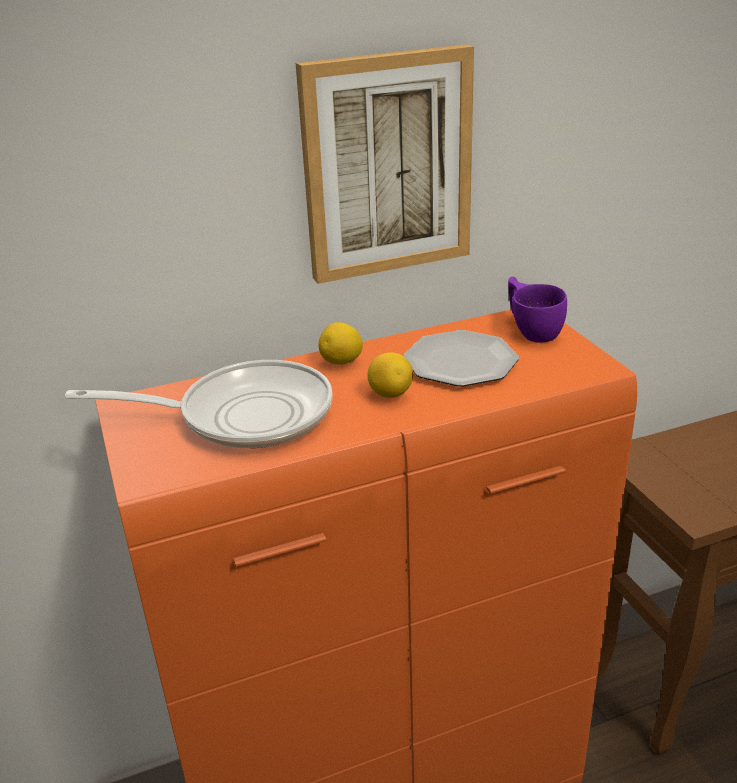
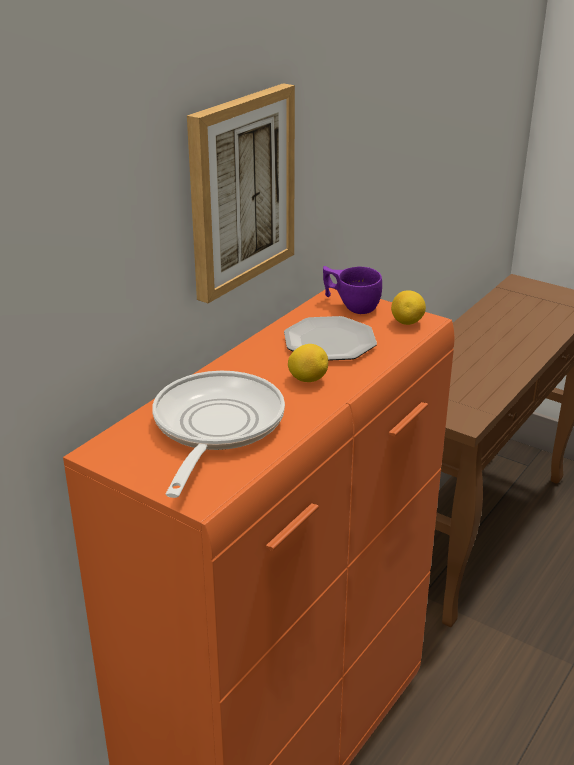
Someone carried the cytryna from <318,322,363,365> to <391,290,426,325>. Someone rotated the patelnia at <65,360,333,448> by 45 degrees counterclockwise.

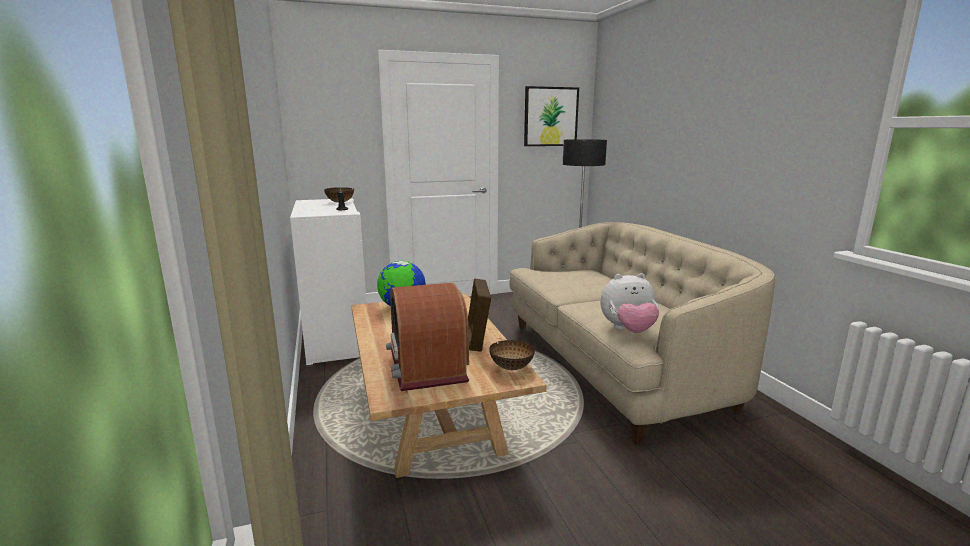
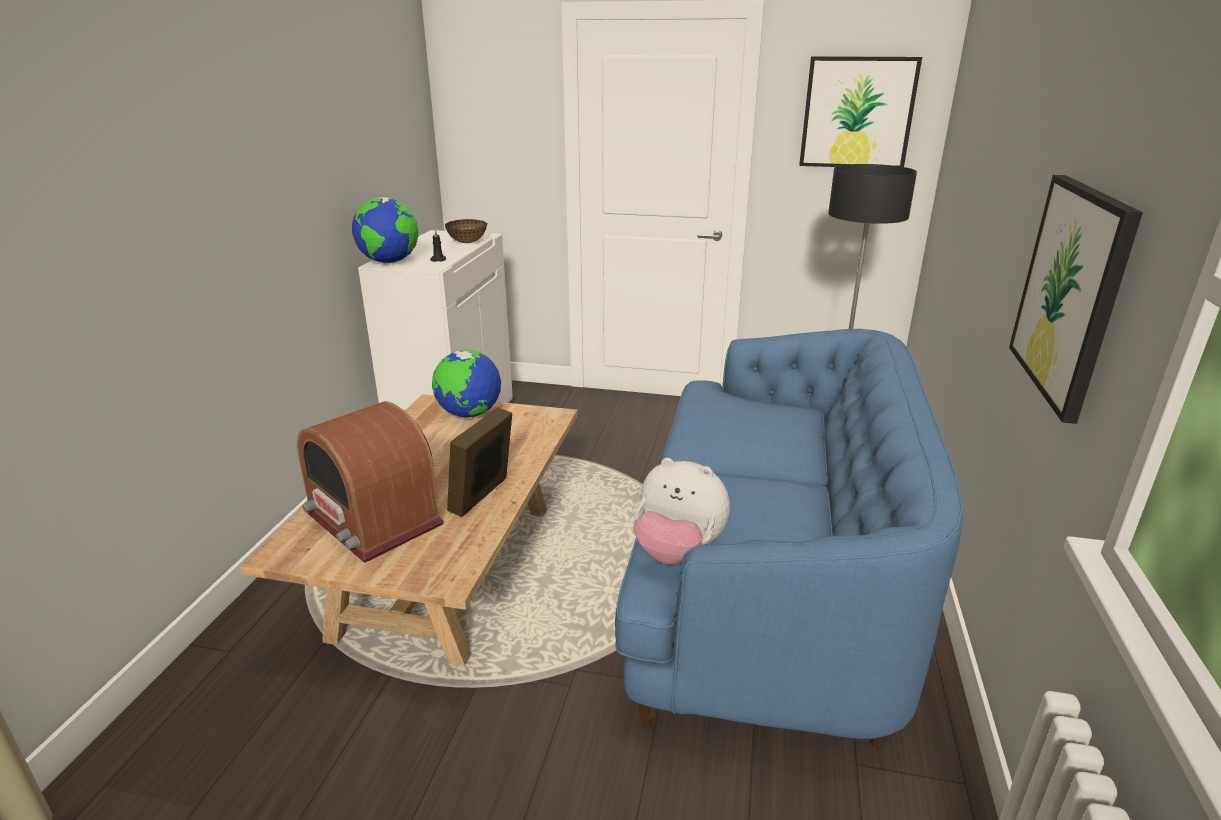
Someone took away the miska at <489,340,535,370>. Someone put down the globus at <352,197,418,263>. Someone put up the obraz at <1009,175,1143,424>. Someone repainted the kanapa (beżowy) at <510,222,775,445>, which became the kanapa (niebieski) at <615,329,963,747>. Someone rotated the radio at <386,283,469,391> by 60 degrees counterclockwise.

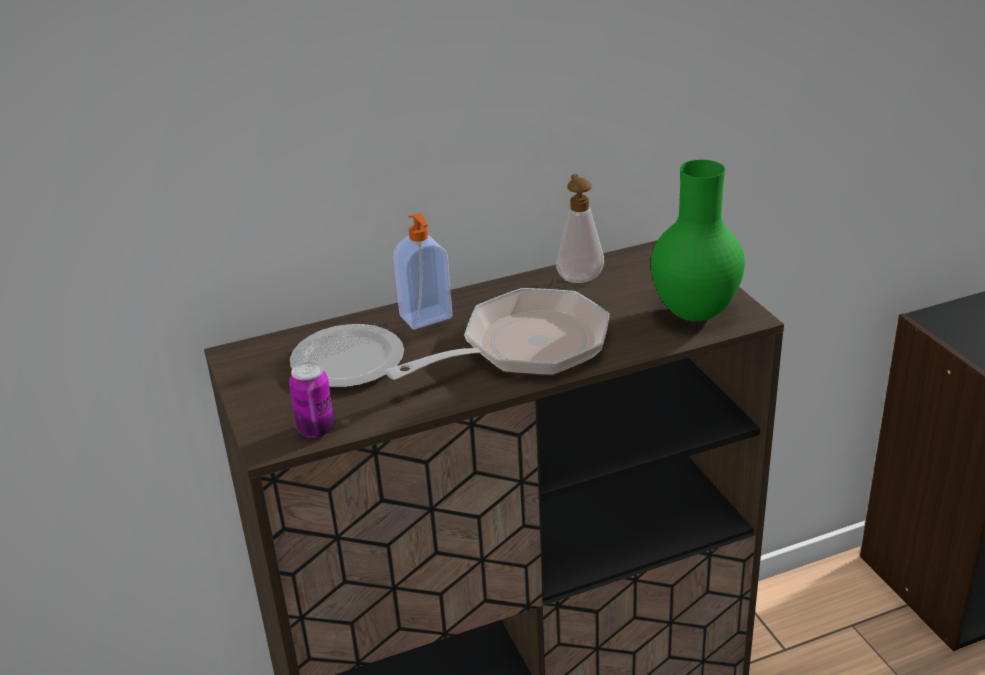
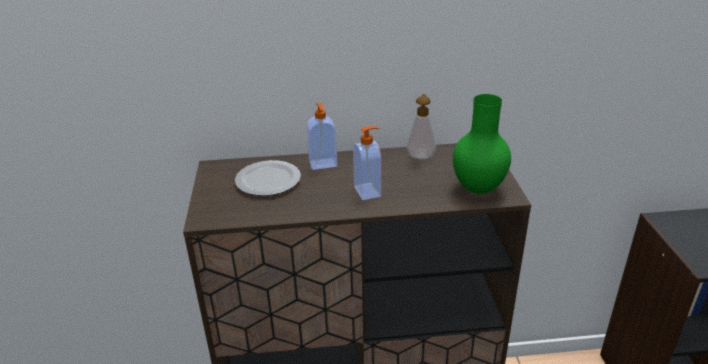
Someone took away the puszka at <289,362,334,438>. Someone swapped the patelnia at <385,288,610,380> for the dozownik mydła at <353,126,381,200>.

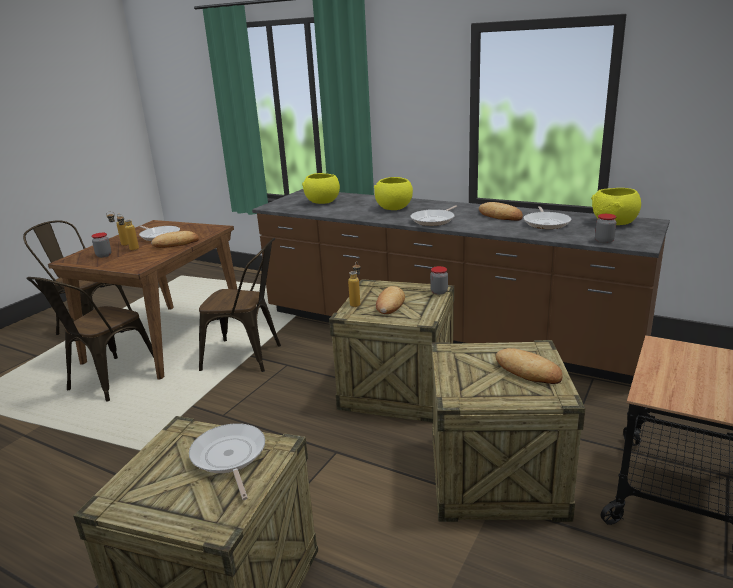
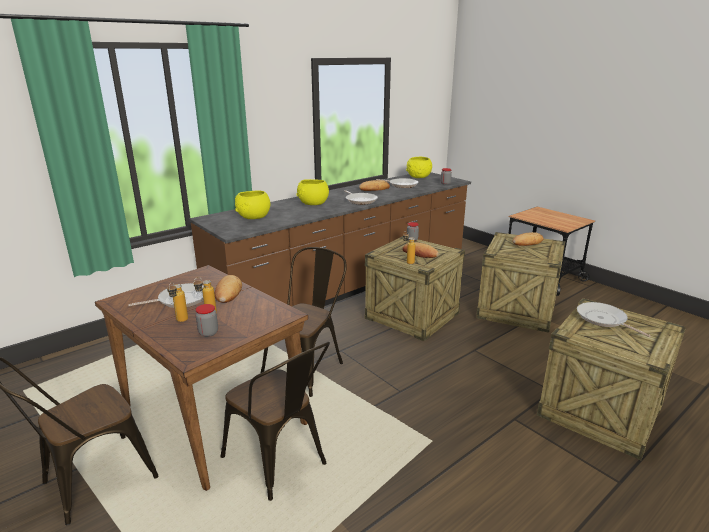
Someone rotated the patelnia at <189,423,265,500> by 60 degrees clockwise.

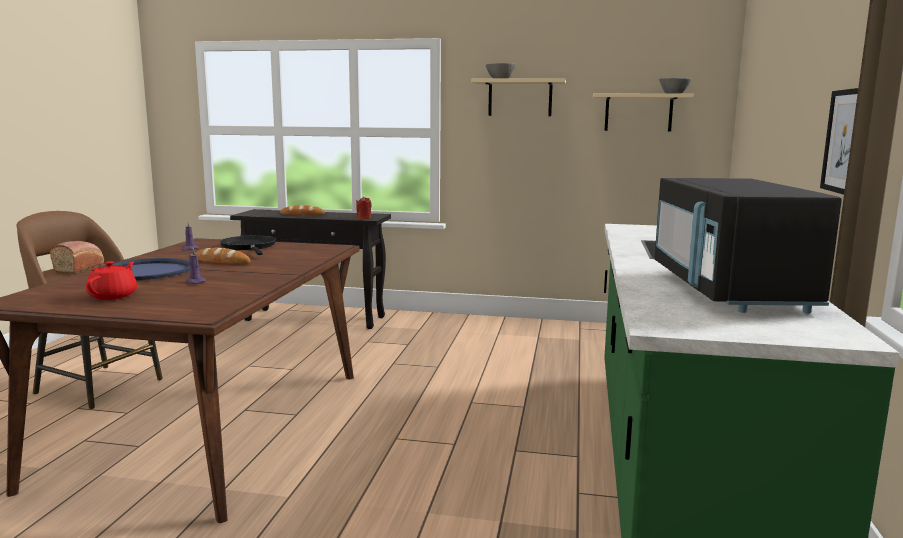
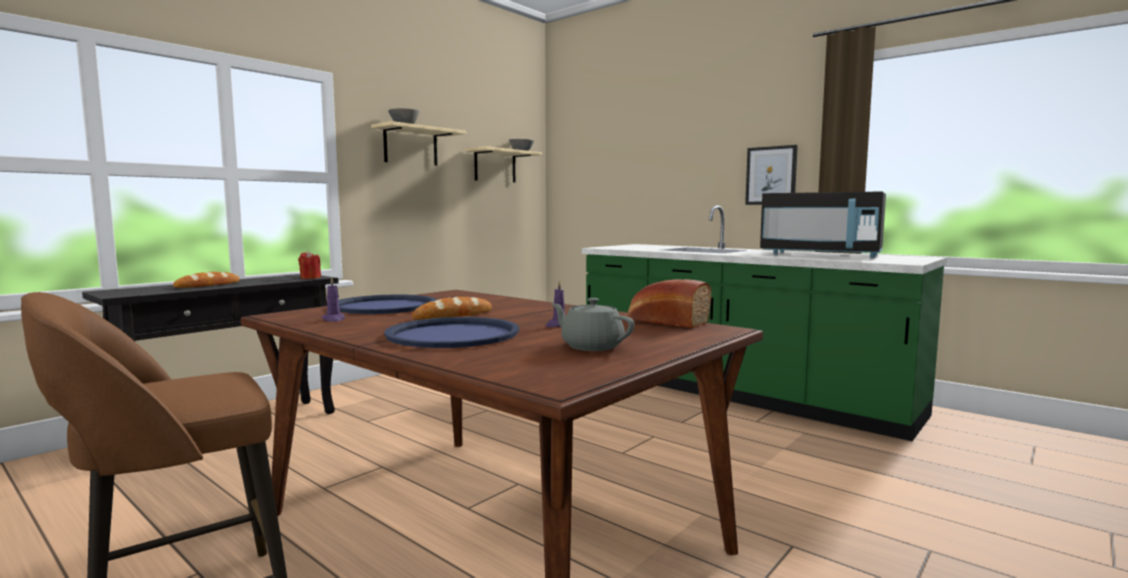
Someone carried the chleb from <50,241,104,273> to <628,279,712,328>. Someone swapped the patelnia (czarny) at <220,235,276,255> for the taca (niebieski) at <338,294,436,314>. Someone repainted the imbryk (czerwony) at <86,261,137,300>, which became the imbryk (szary) at <551,298,634,351>.

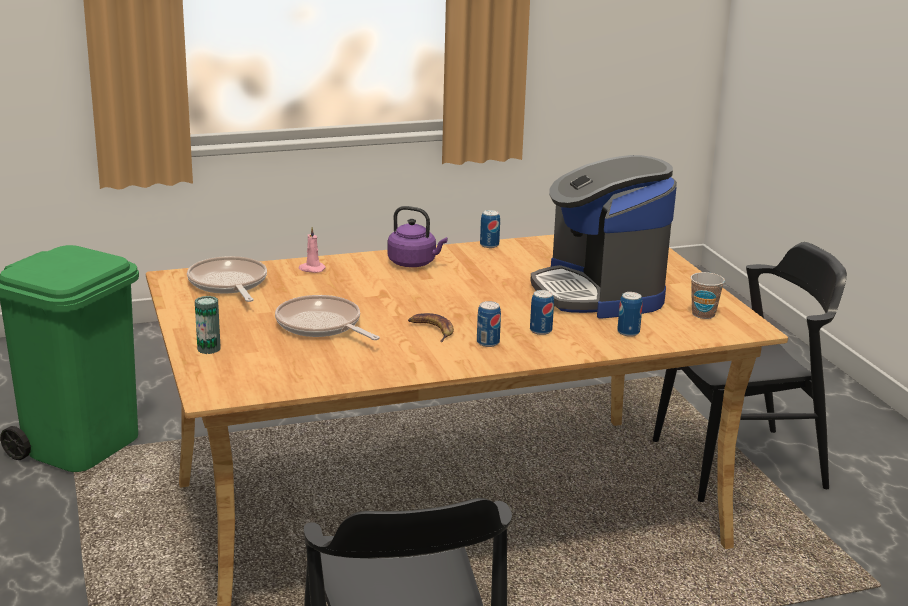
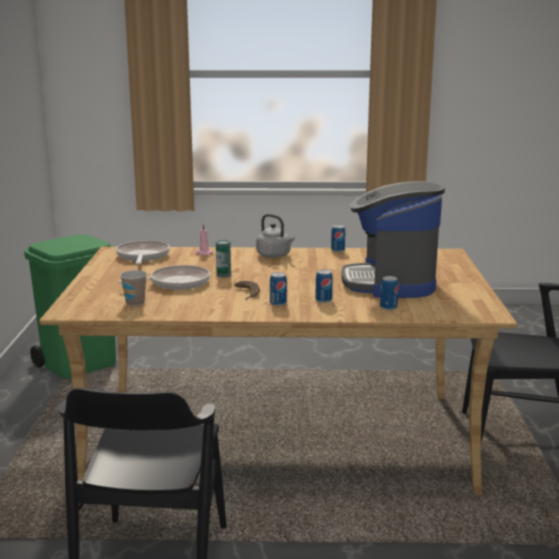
Someone carried the puszka from <195,296,221,354> to <216,240,231,277>. Someone carried the filiżanka from <691,272,725,319> to <120,270,147,306>. Someone repainted the czajnik (fioletowy) at <387,206,448,267>, which became the czajnik (szary) at <256,214,295,258>. Someone rotated the patelnia at <275,295,380,340> by 90 degrees clockwise.

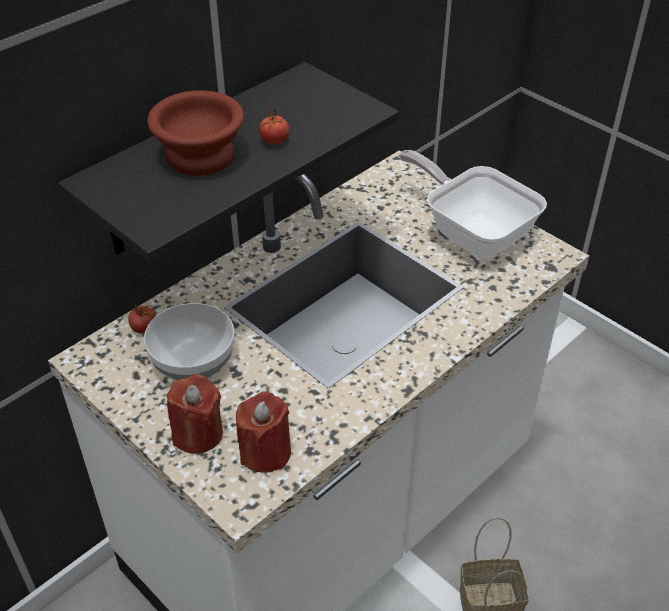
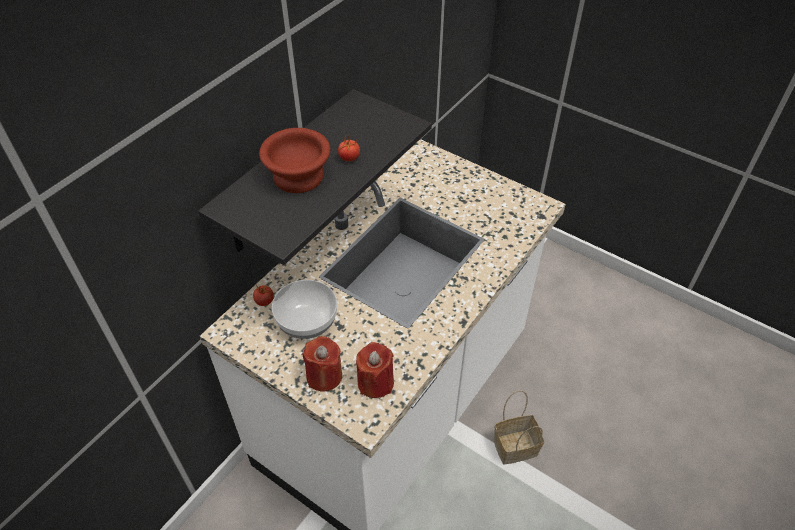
Someone took away the patelnia at <399,150,547,258>.

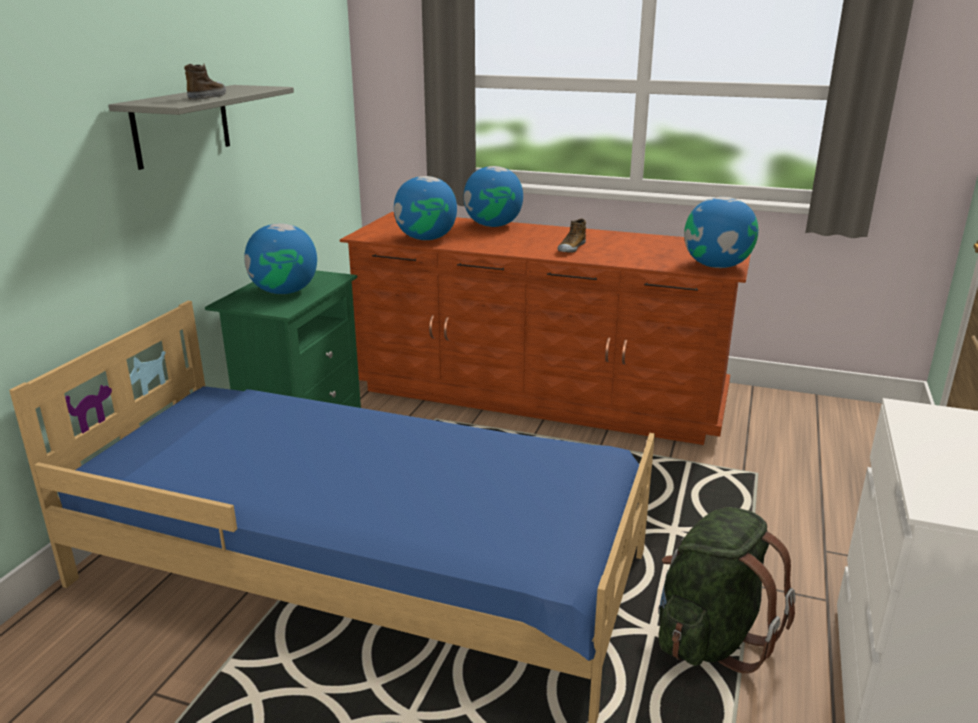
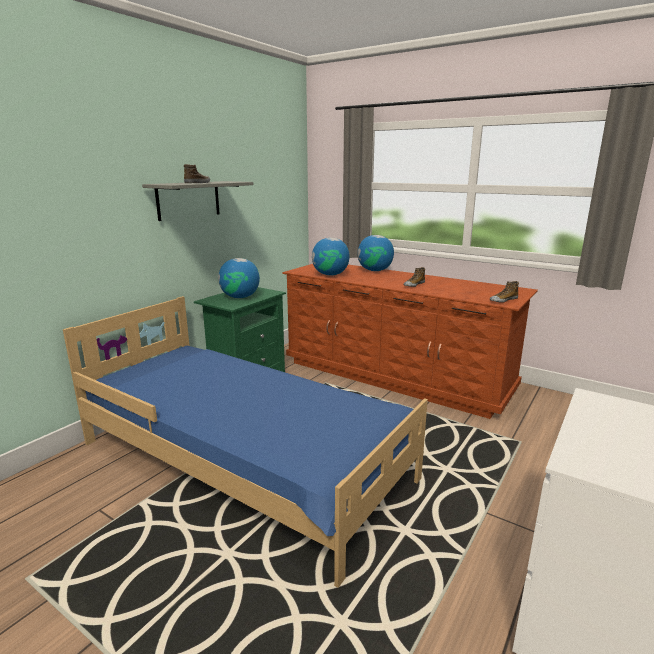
Someone took away the plecak (zielony) at <658,507,796,673>. Someone swapped the globus at <684,197,758,268> for the but at <490,281,519,303>.

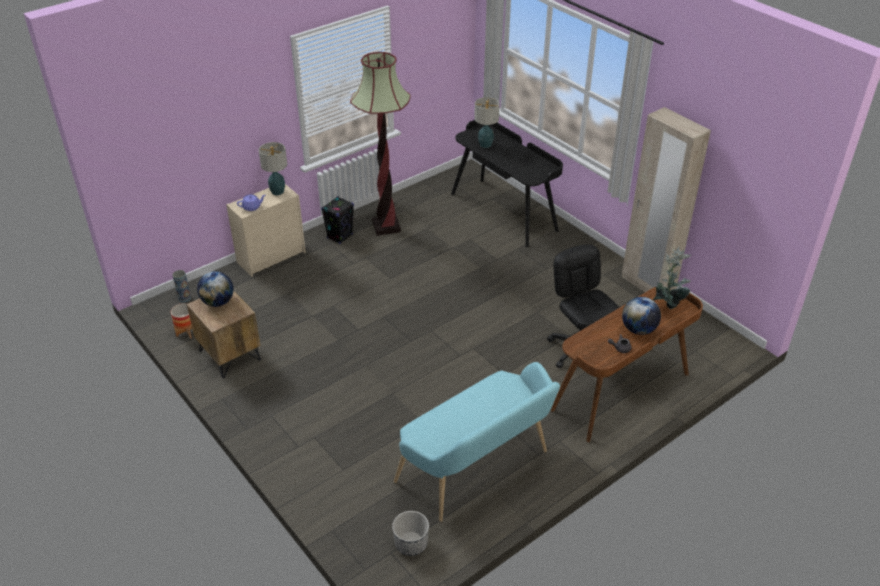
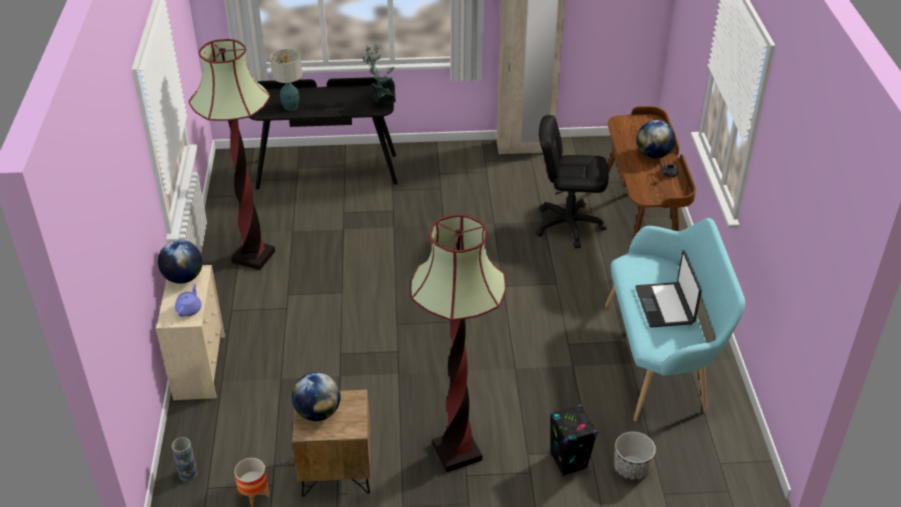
Someone put down the lampa stojąca at <410,214,506,472>. Someone put down the laptop at <635,250,702,327>. Someone carried the głośnik (czarny) from <321,196,354,244> to <550,404,598,477>. Someone carried the donica from <392,511,429,556> to <614,431,656,480>. Someone carried the roślina doniczkowa from <653,247,691,309> to <361,43,396,103>. Someone swapped the lampa stołowa at <259,142,287,195> for the globus at <158,240,203,284>.

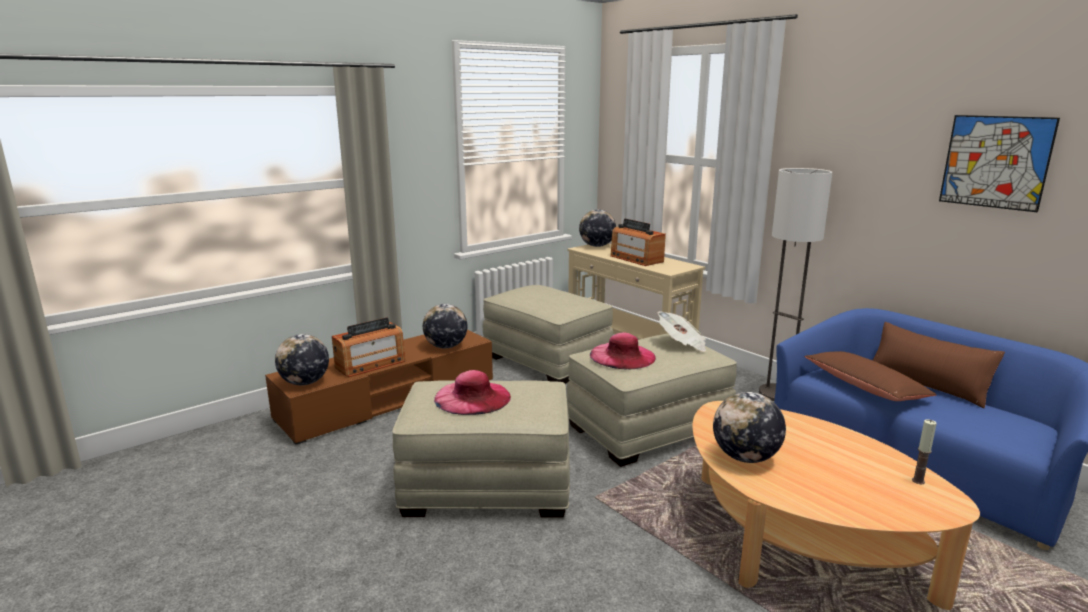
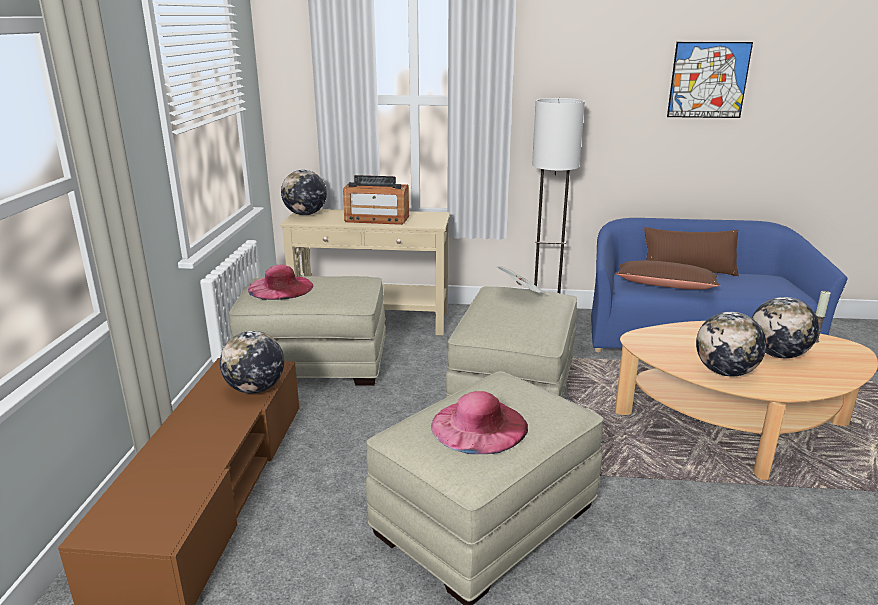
Someone took away the radio at <332,318,405,377>. Someone carried the globus from <275,334,329,385> to <752,297,819,358>. Someone carried the kapelusz (różowy) from <590,332,656,369> to <248,265,313,300>.

